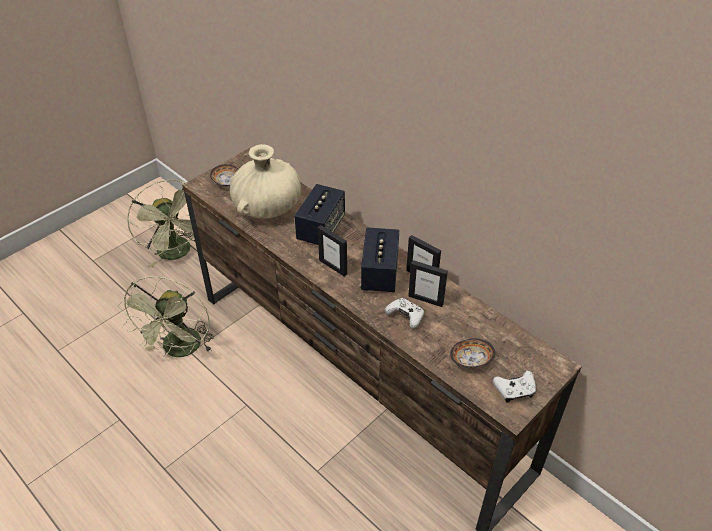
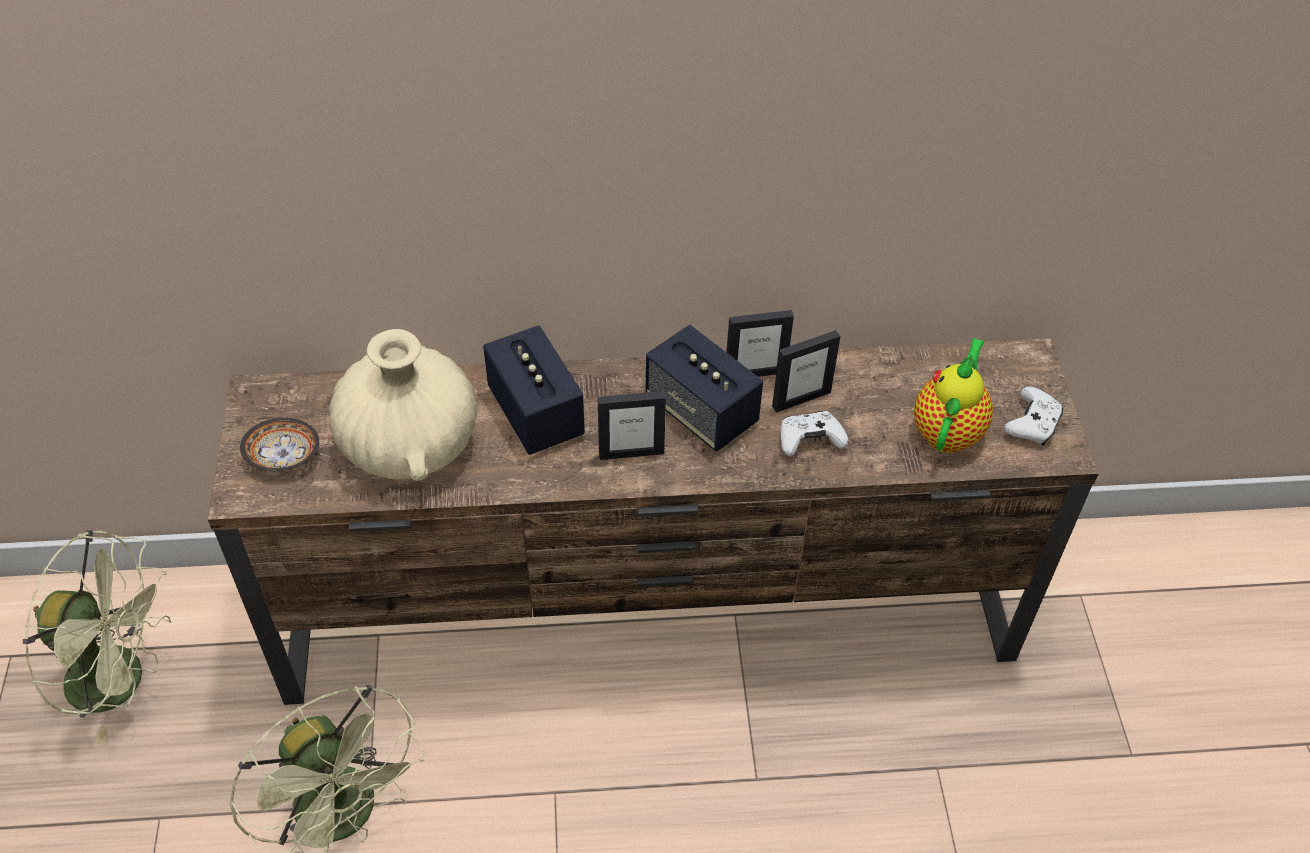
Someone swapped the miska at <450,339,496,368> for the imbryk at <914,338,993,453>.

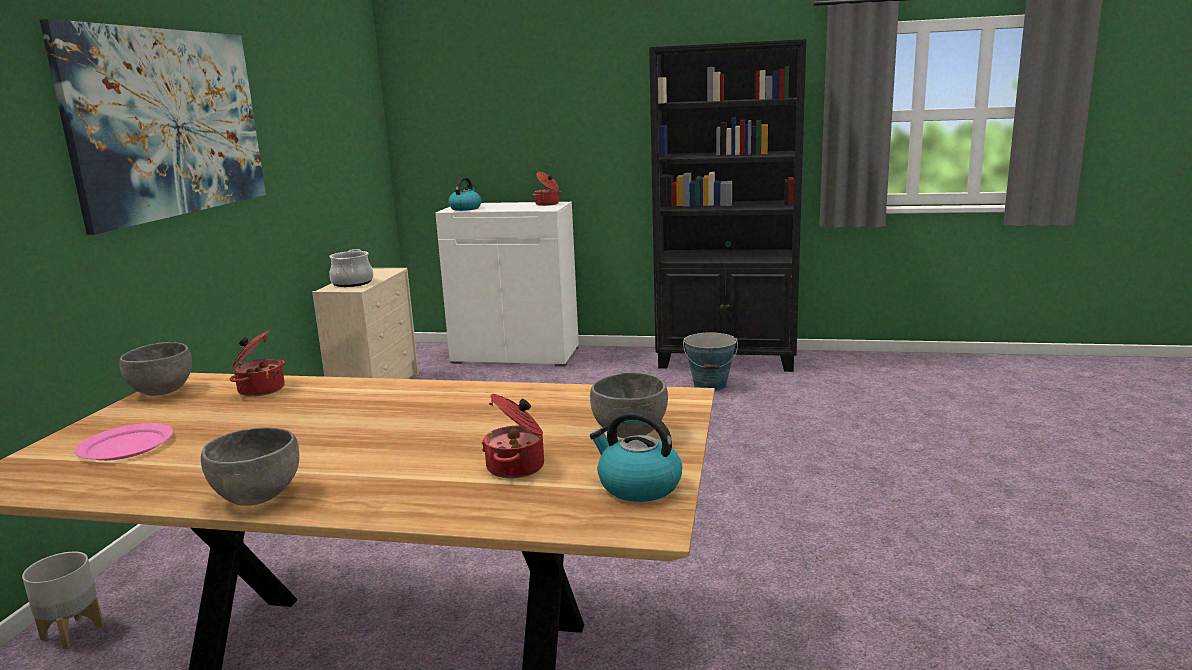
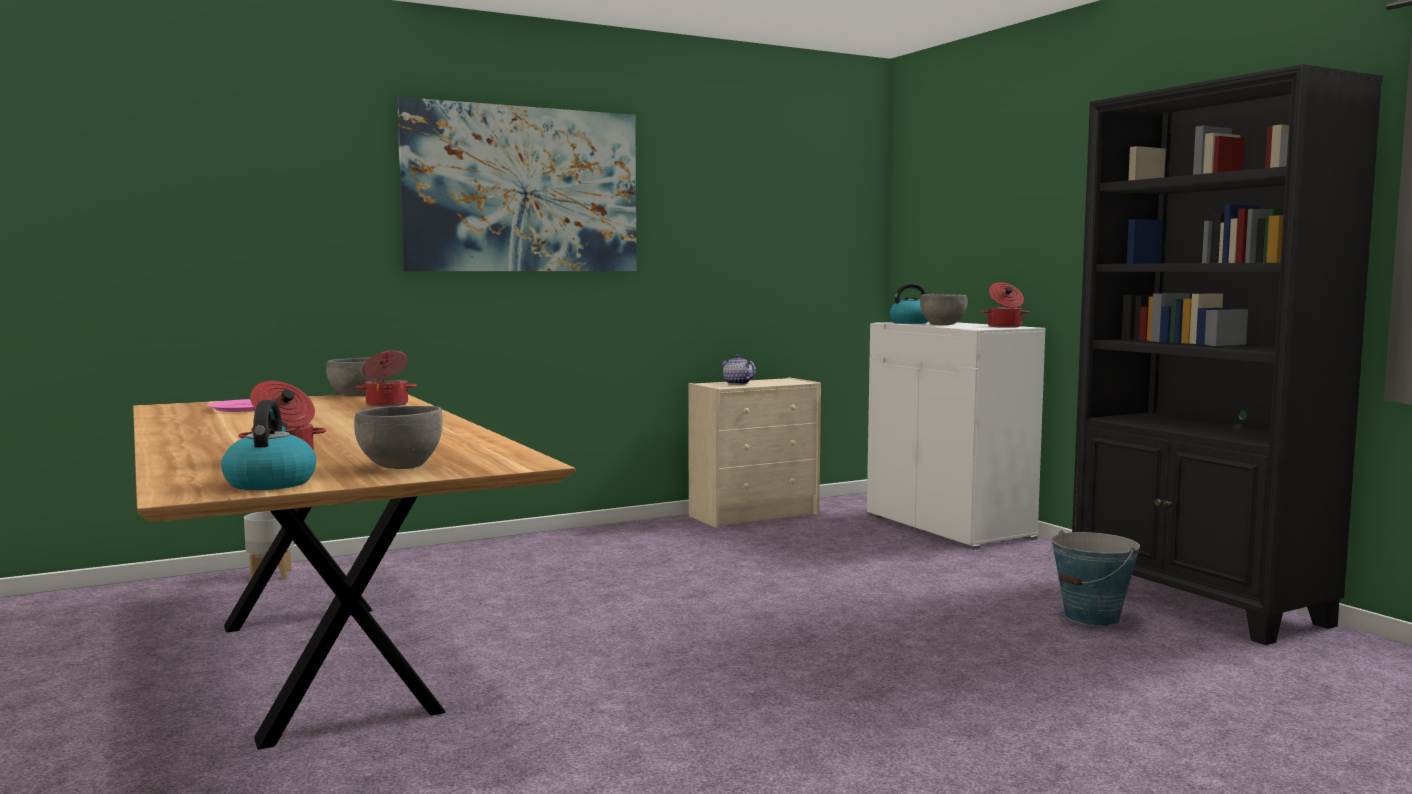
Someone carried the miska (szary) from <201,428,299,506> to <920,294,968,325>. Someone swapped the garnek at <329,249,373,287> for the imbryk at <721,355,756,385>.

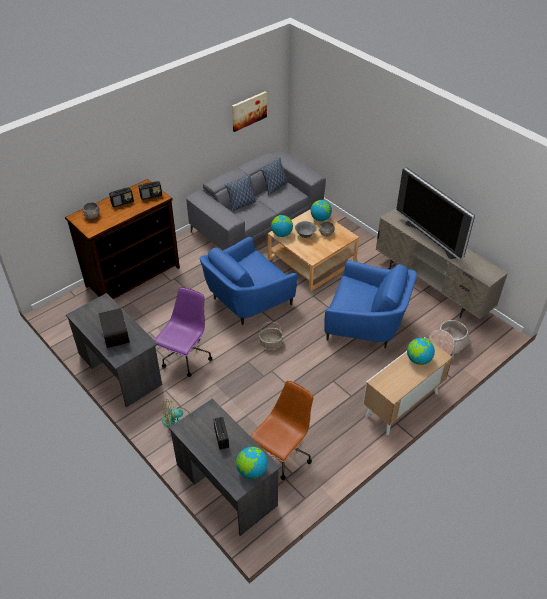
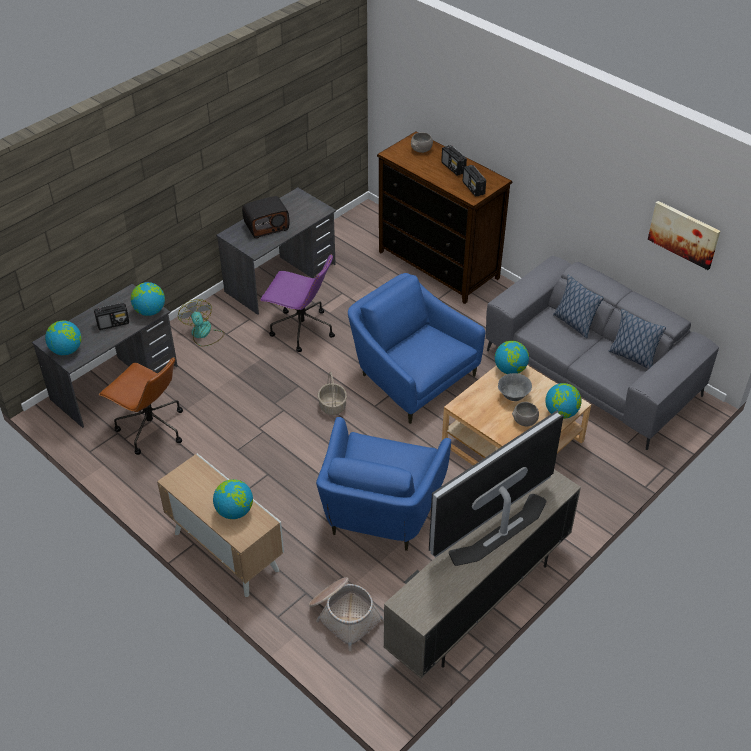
Someone put down the globus at <131,282,165,316>.

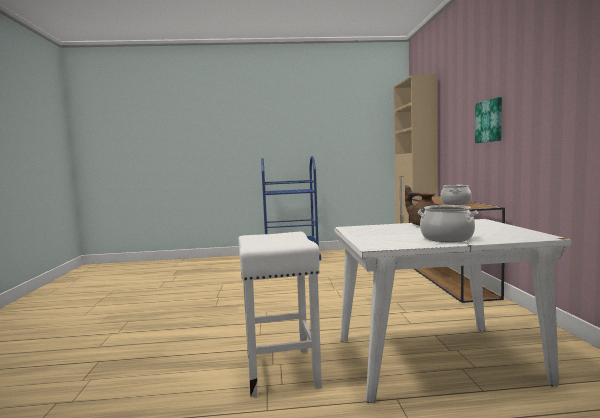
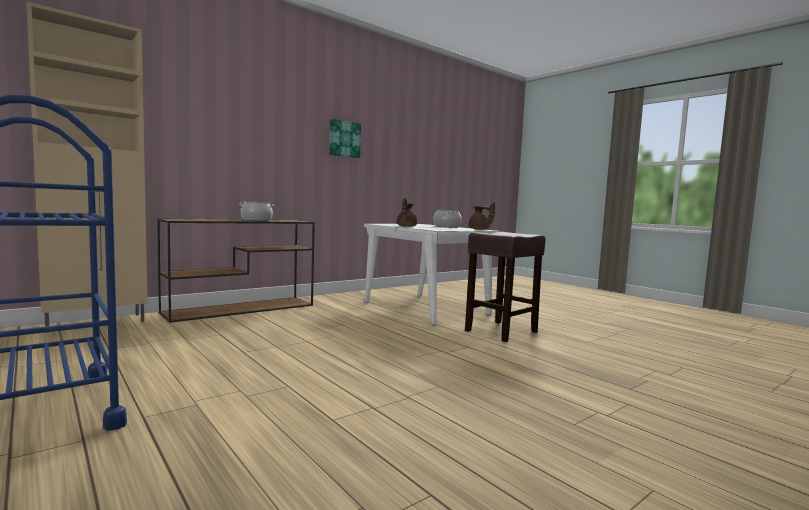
Someone put down the imbryk (brązowy) at <468,202,495,230>. Someone carried the obraz from <475,97,502,143> to <329,119,361,158>. Someone repainted the stołek (biały) at <238,232,322,397>, which became the stołek (brązowy) at <465,232,546,342>.

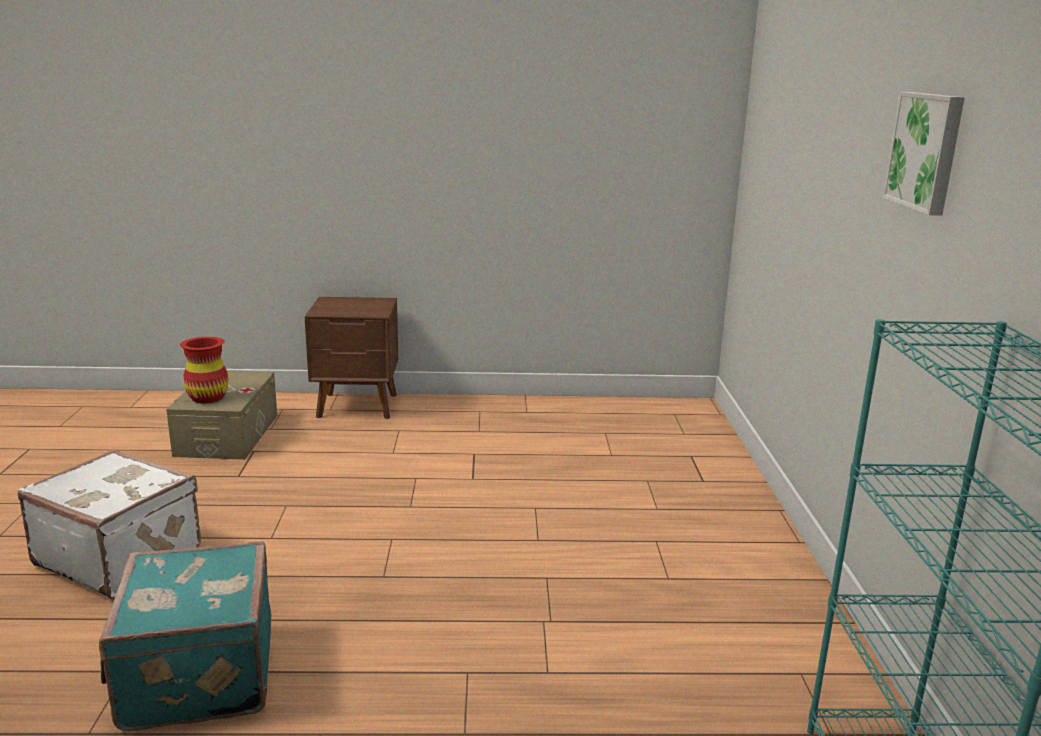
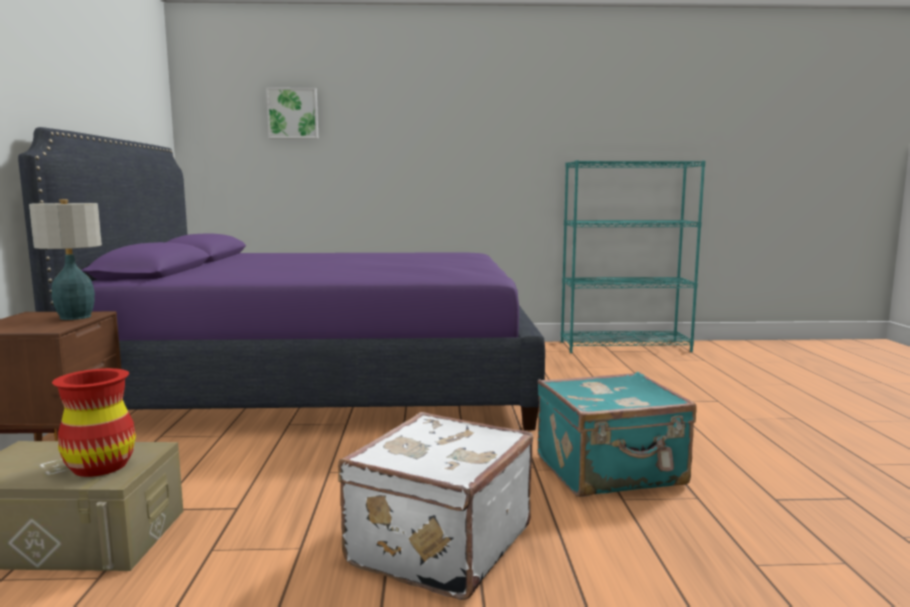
Someone put down the łóżko (fioletowy) at <18,127,545,430>. Someone put down the lampa stołowa at <29,199,102,320>. Someone carried the obraz from <882,92,965,216> to <266,88,318,139>.

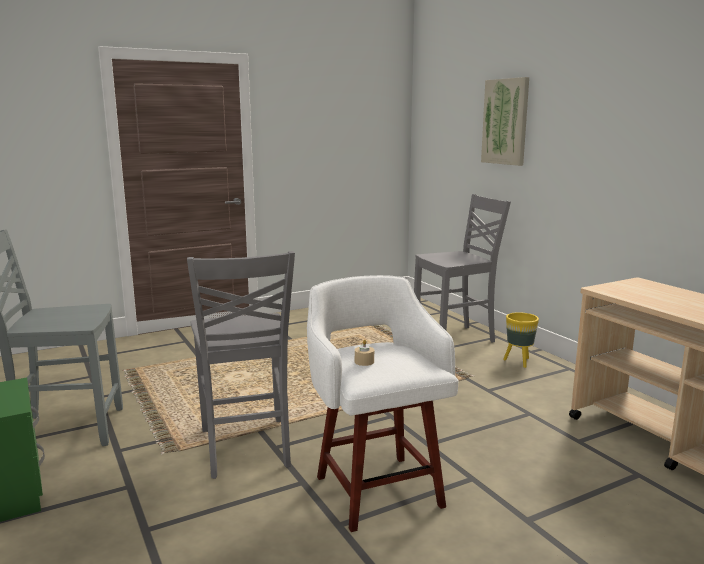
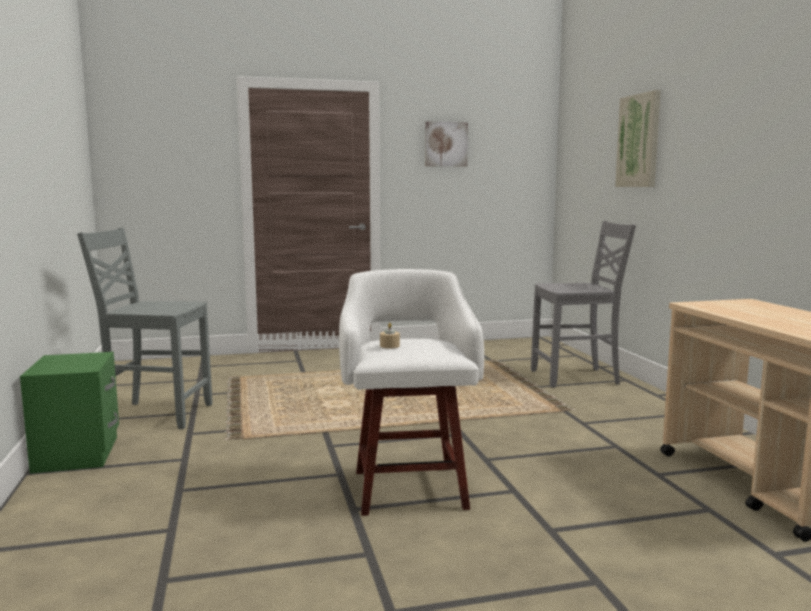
Someone took away the krzesło (szary) at <187,251,295,479>. Someone took away the donica (żółty) at <503,312,539,368>. Someone put up the obraz at <425,122,468,166>.

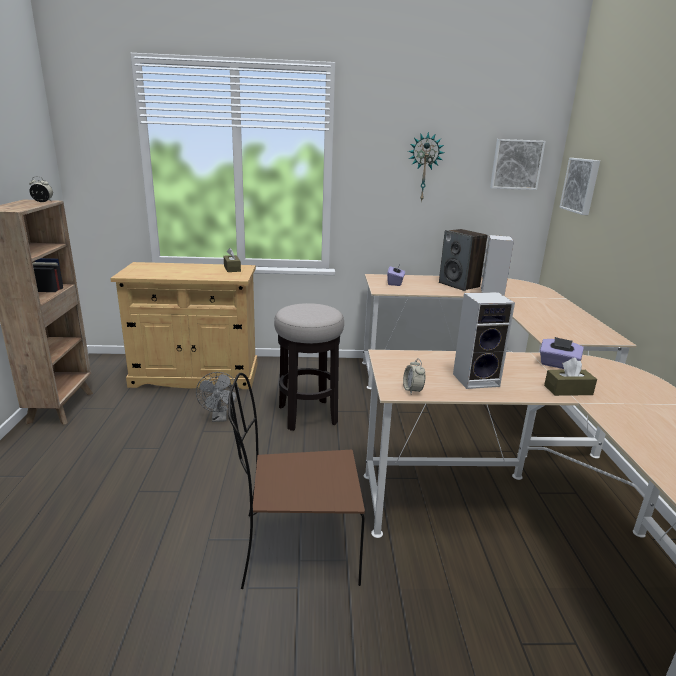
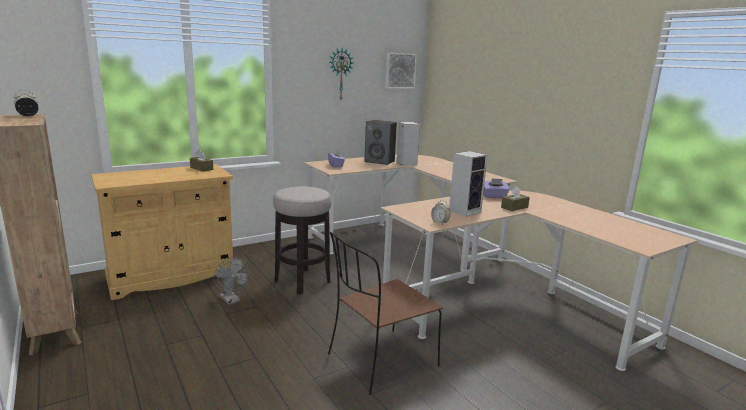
Someone took away the obraz at <559,158,600,215>.

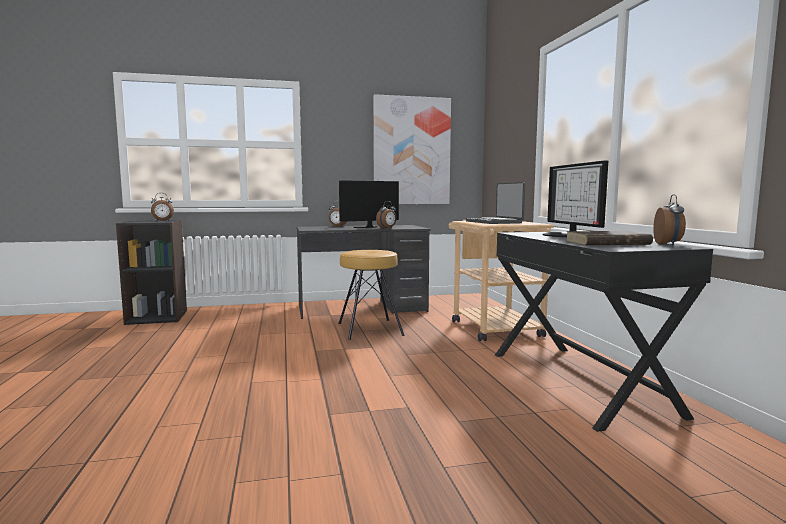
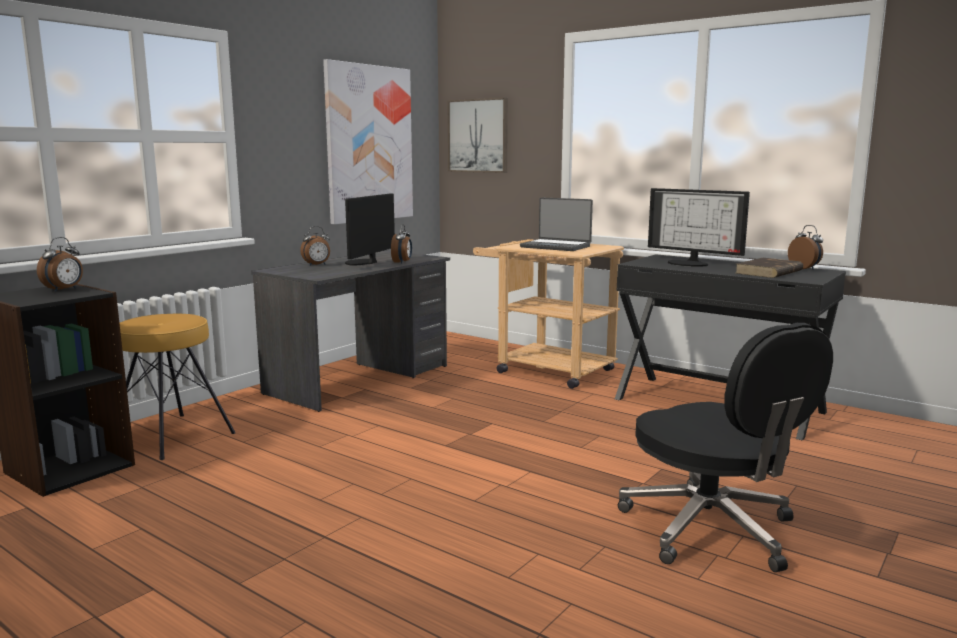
Someone put up the obraz at <448,98,508,173>. Someone put down the krzesło biurowe (czarny) at <618,323,833,572>. Someone carried the stołek (brązowy) from <338,250,405,340> to <120,314,235,460>.

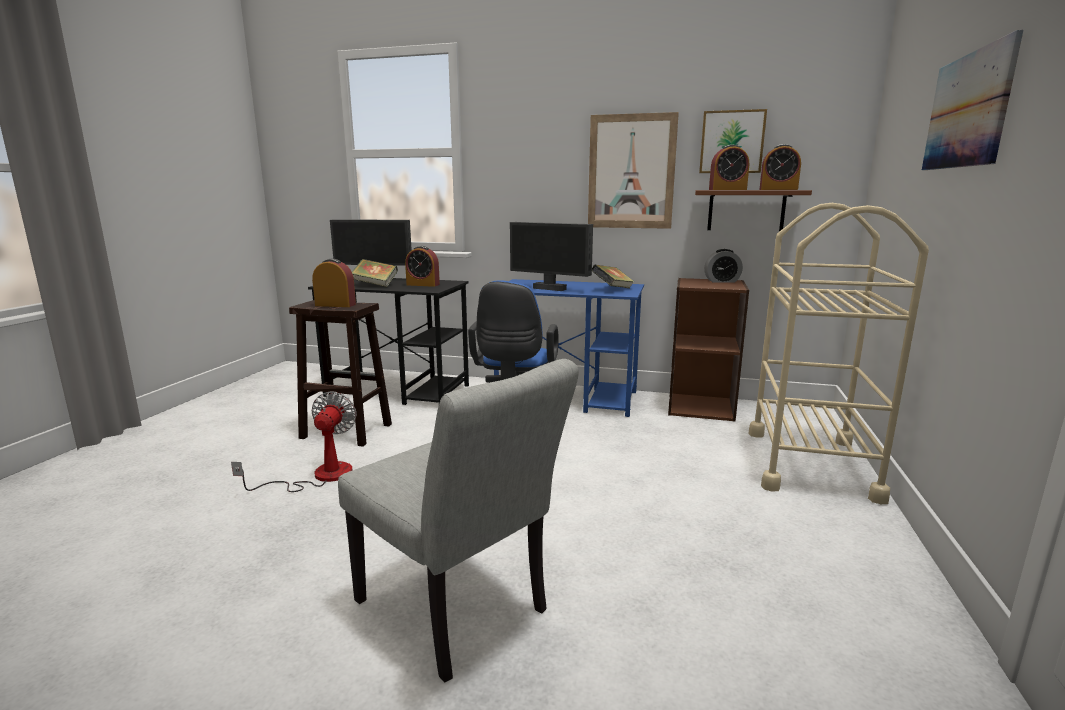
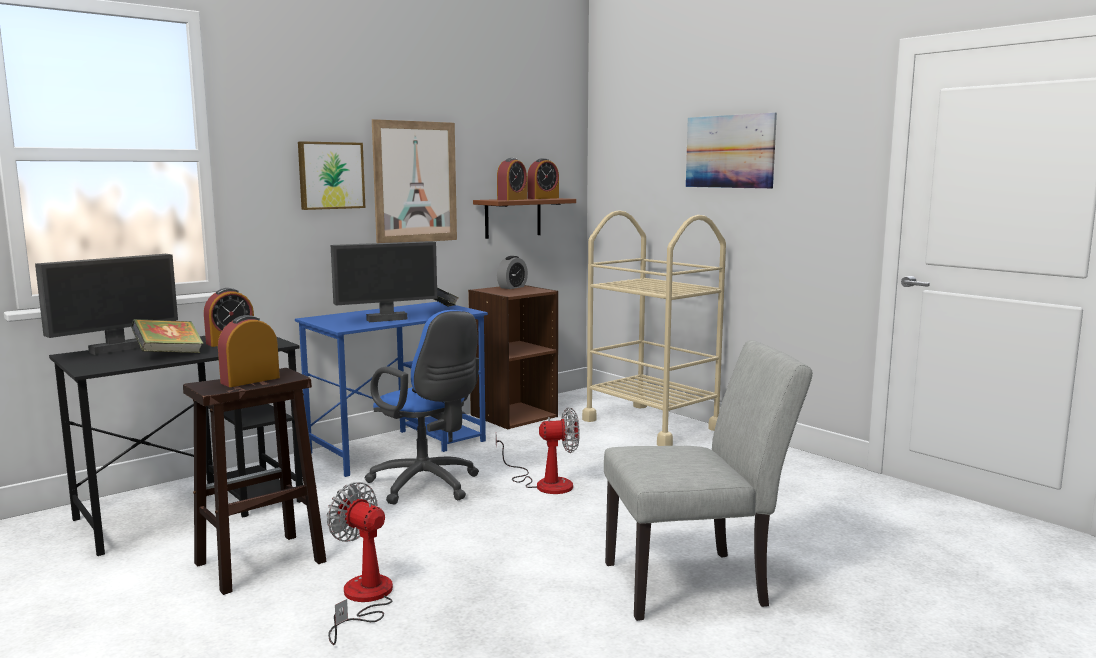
Someone put down the wentylator at <496,407,580,494>. Someone carried the obraz from <699,109,767,173> to <298,141,365,210>.

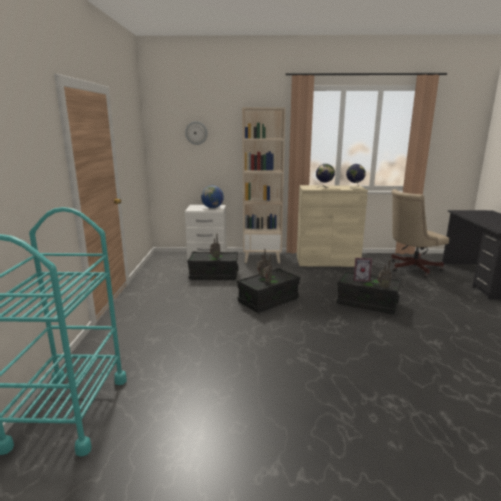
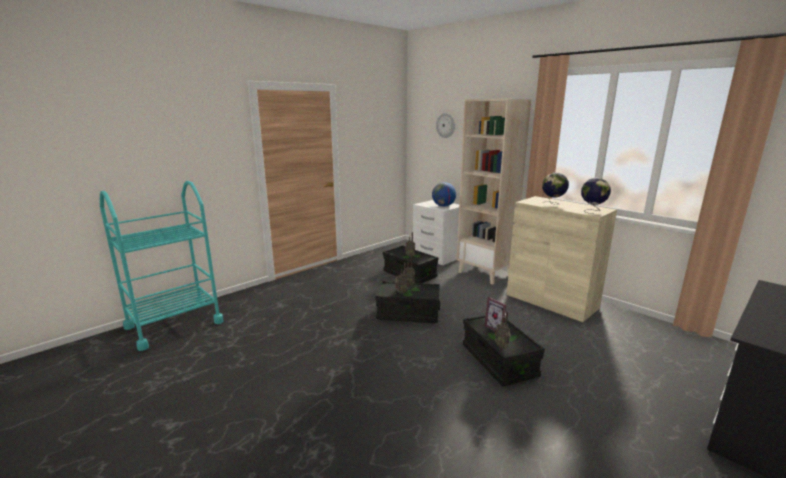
Someone took away the krzesło biurowe (beżowy) at <391,189,449,278>.

